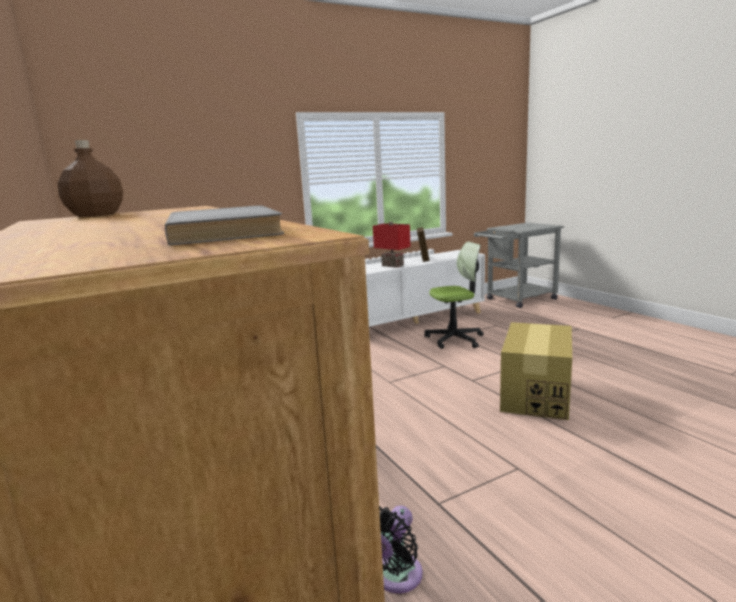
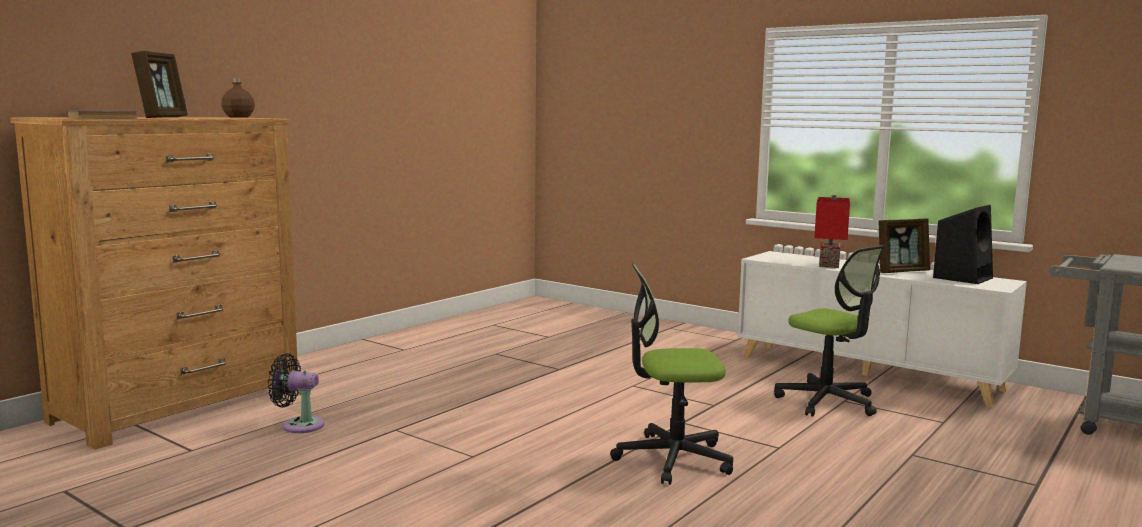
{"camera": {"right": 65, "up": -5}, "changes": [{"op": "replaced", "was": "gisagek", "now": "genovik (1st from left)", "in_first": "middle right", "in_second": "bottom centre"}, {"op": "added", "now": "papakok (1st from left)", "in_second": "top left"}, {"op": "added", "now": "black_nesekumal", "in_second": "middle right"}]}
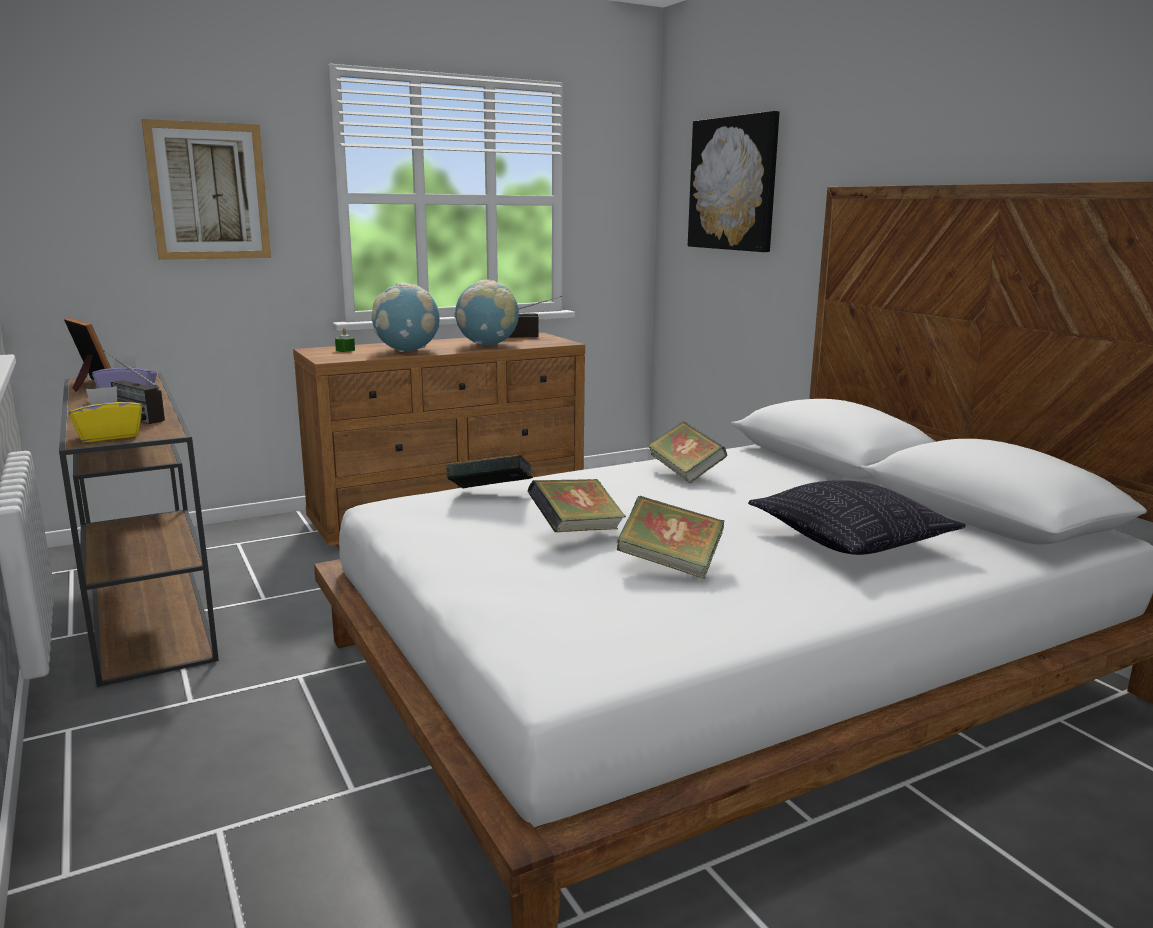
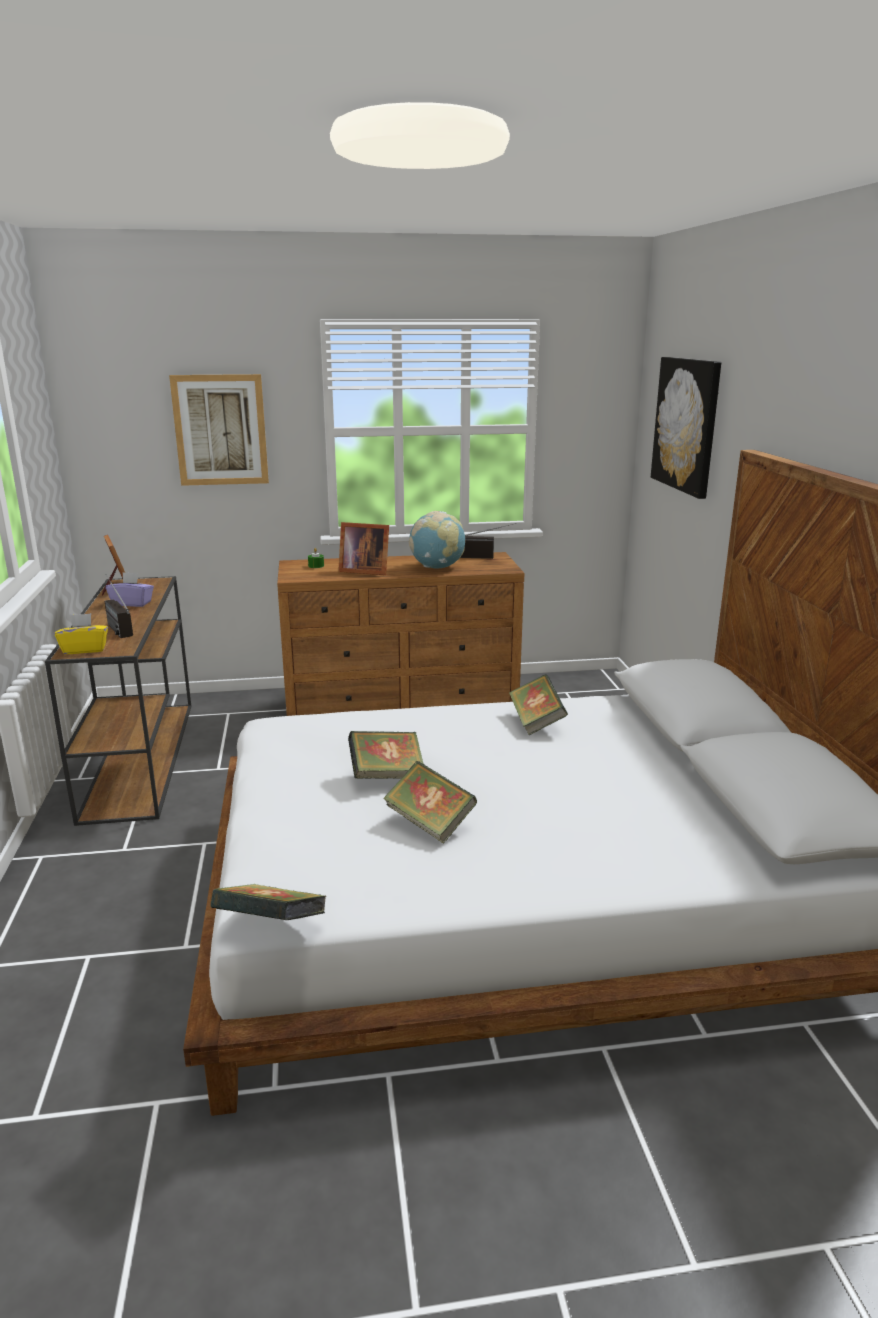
{"camera": {"right": 20, "up": 5}, "changes": [{"op": "replaced", "was": "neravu (1st from left)", "now": "papakok (2nd from left)", "in_first": "centre", "in_second": "centre"}, {"op": "moved", "was": "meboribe (1st from left)", "in_first": "centre", "in_second": "bottom left"}, {"op": "removed", "was": "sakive", "in_first": "middle right"}]}
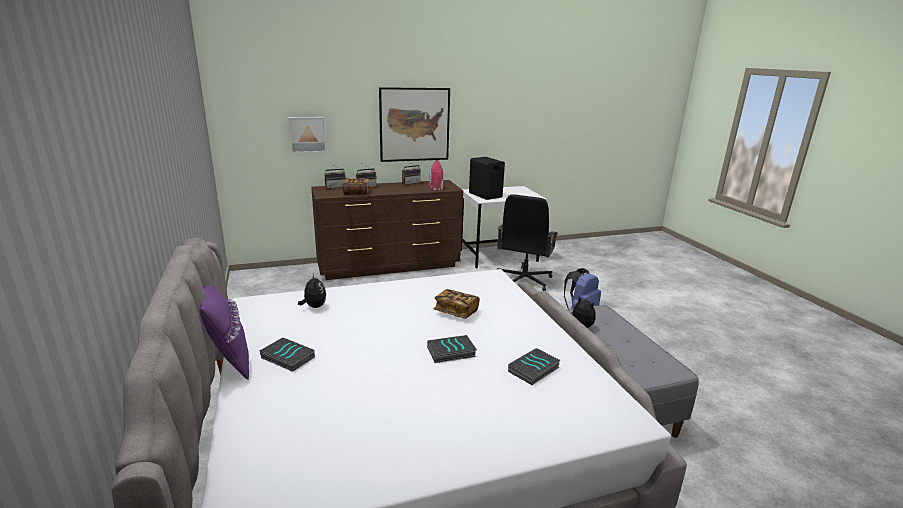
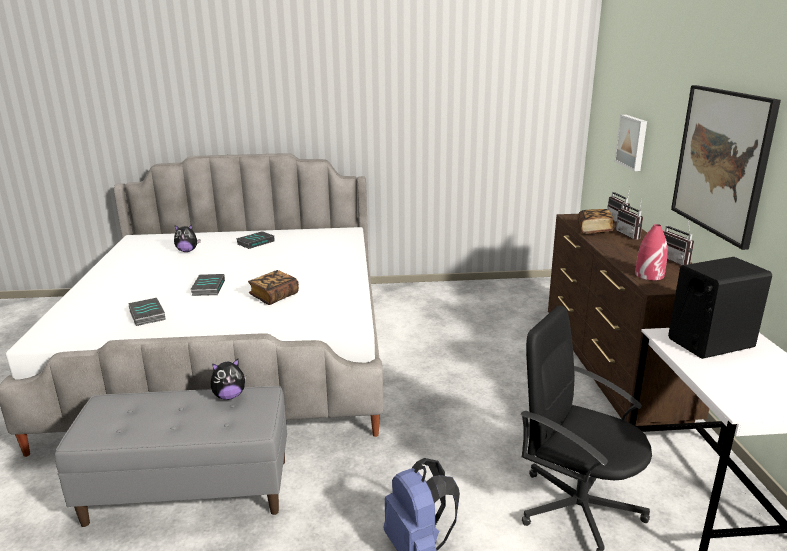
{"camera": {"right": 105, "up": 0}, "changes": [{"op": "removed", "was": "purple_sakive", "in_first": "middle left"}, {"op": "moved", "was": "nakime (1st from left)", "in_first": "centre", "in_second": "middle left"}]}
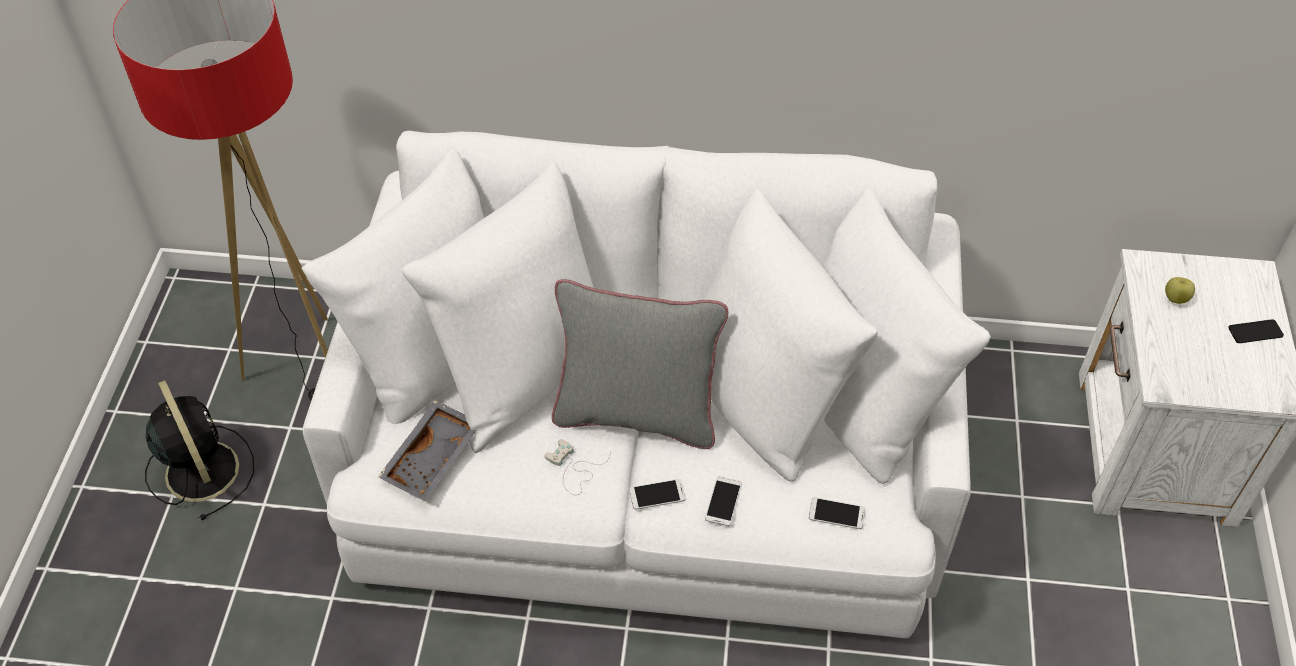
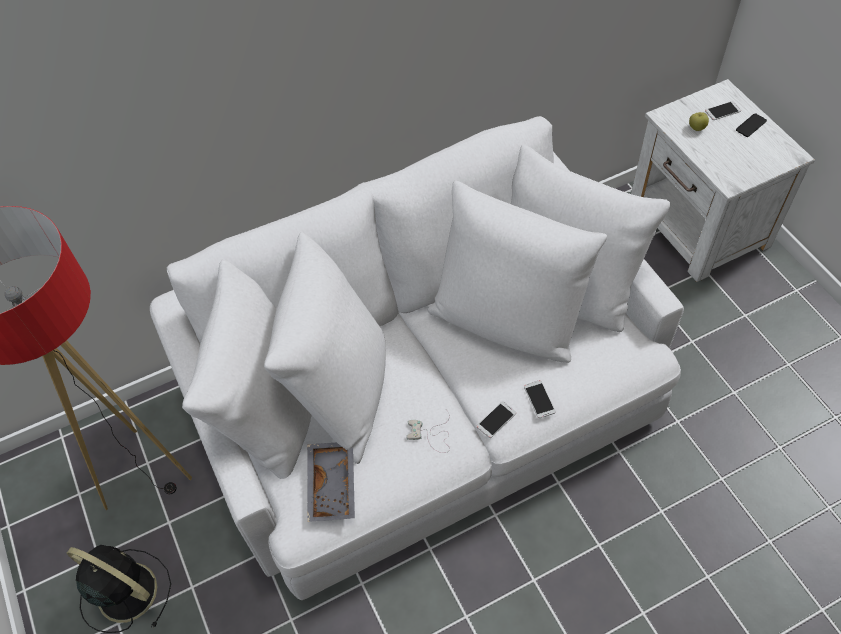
{"camera": {"right": -30, "up": 5}, "changes": [{"op": "removed", "was": "grey_sakive", "in_first": "centre"}, {"op": "moved", "was": "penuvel (3rd from left)", "in_first": "bottom centre", "in_second": "top right"}]}
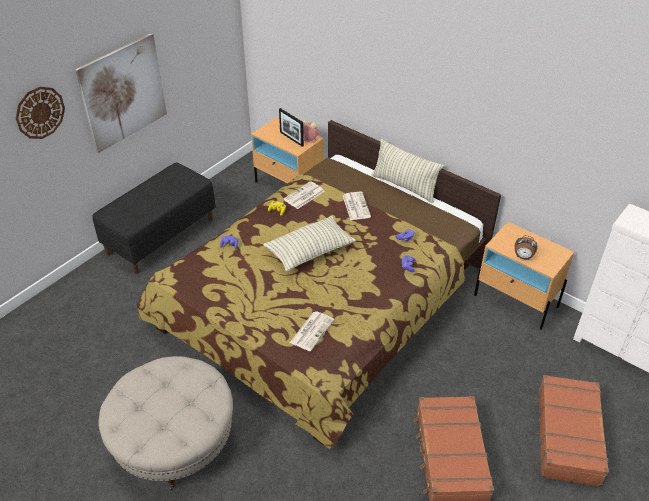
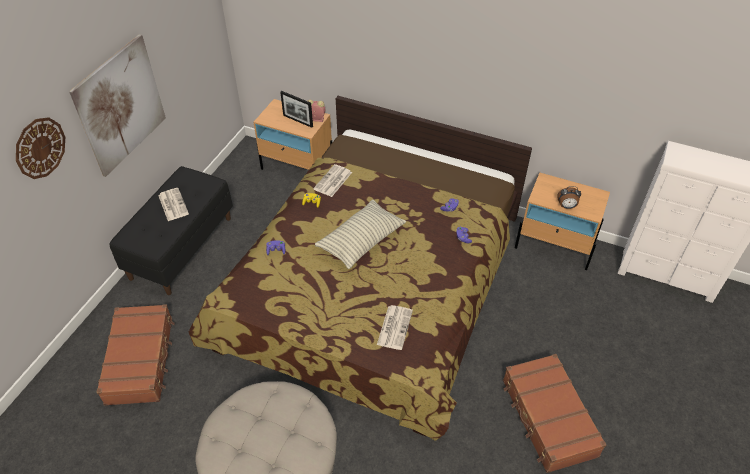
{"camera": {"right": -15, "up": 5}, "changes": [{"op": "moved", "was": "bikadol (3rd from left in the first image)", "now": "bikadol (1st from left)", "in_first": "centre", "in_second": "middle left"}, {"op": "removed", "was": "sakive (2nd from left)", "in_first": "centre"}, {"op": "moved", "was": "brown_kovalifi (2nd from left in the first image)", "now": "brown_kovalifi (1st from left)", "in_first": "bottom right", "in_second": "bottom left"}]}
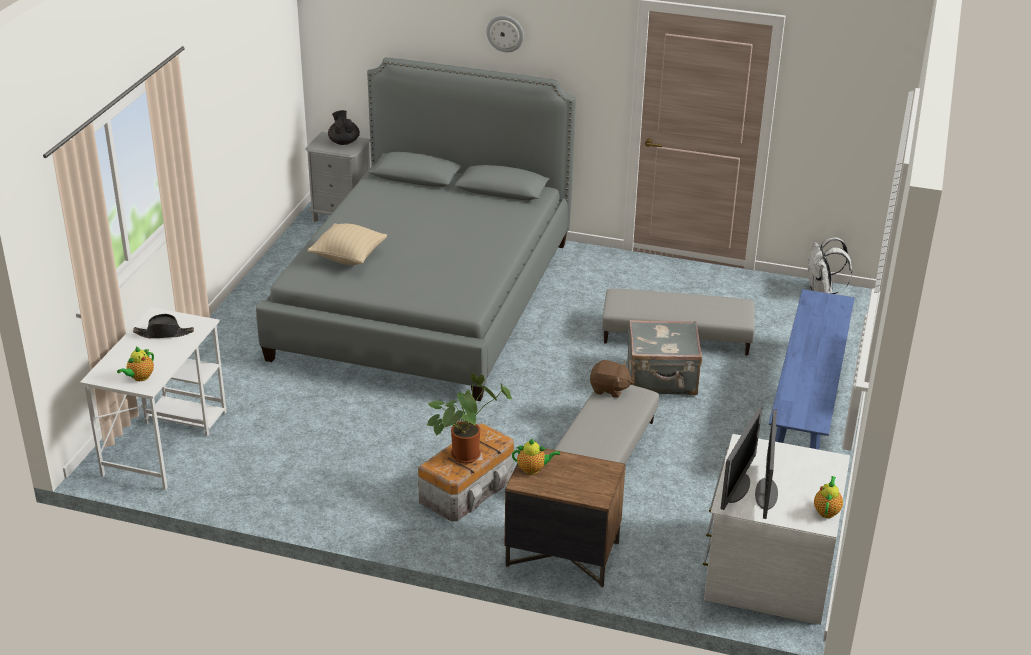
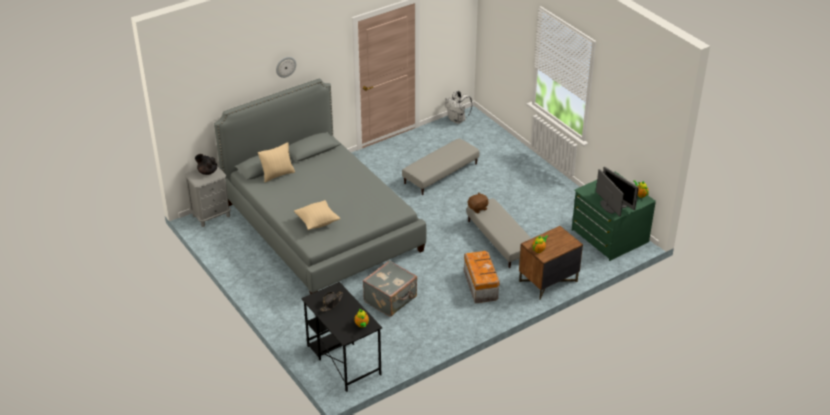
{"camera": {"right": -50, "up": 5}, "changes": [{"op": "recoloured", "was": "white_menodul", "now": "black_menodul", "in_first": "middle left", "in_second": "bottom centre"}, {"op": "removed", "was": "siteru", "in_first": "centre"}, {"op": "moved", "was": "grey_kovalifi", "in_first": "centre", "in_second": "bottom centre"}, {"op": "recoloured", "was": "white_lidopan", "now": "green_lidopan", "in_first": "bottom right", "in_second": "middle right"}, {"op": "removed", "was": "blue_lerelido", "in_first": "middle right"}, {"op": "added", "now": "beige_sakive (1st from left)", "in_second": "middle left"}]}
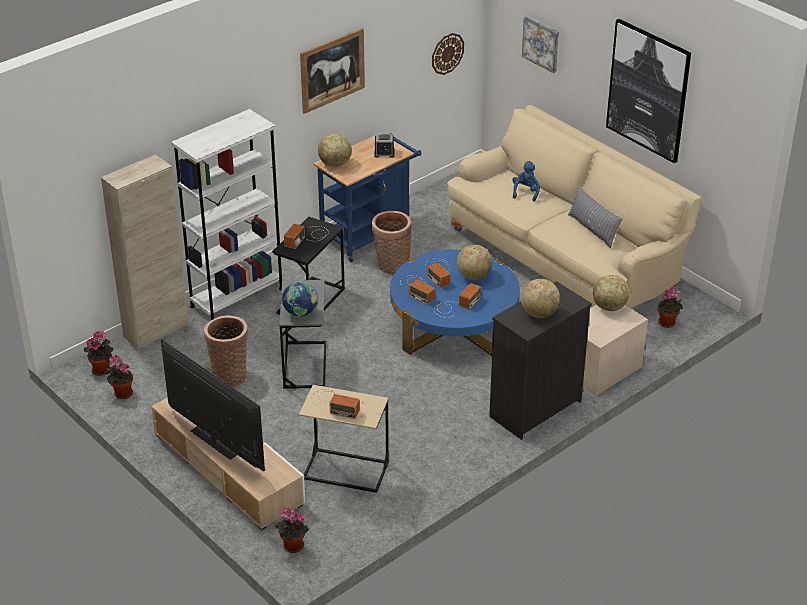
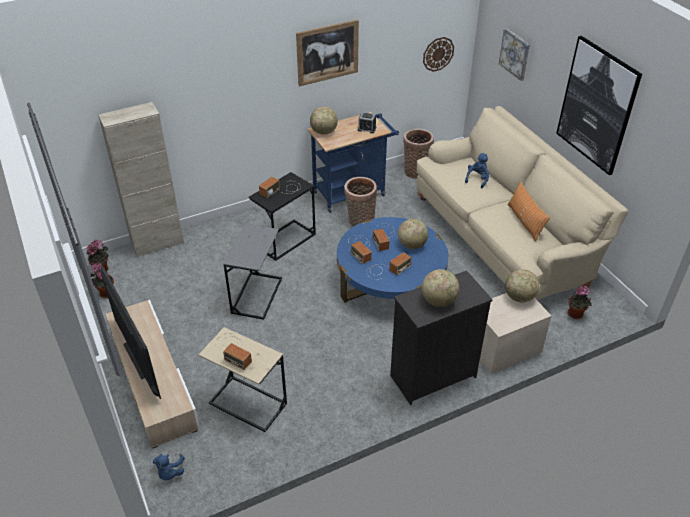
{"camera": {"right": 15, "up": 5}, "changes": [{"op": "removed", "was": "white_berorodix", "in_first": "middle left"}, {"op": "moved", "was": "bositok (1st from left in the first image)", "now": "bositok (2nd from left)", "in_first": "middle left", "in_second": "top centre"}, {"op": "replaced", "was": "siteru (3rd from left)", "now": "blue_nakime (1st from left)", "in_first": "bottom centre", "in_second": "bottom left"}, {"op": "removed", "was": "neravu (1st from left)", "in_first": "centre"}, {"op": "recoloured", "was": "grey_sakive", "now": "orange_sakive", "in_first": "middle right", "in_second": "middle right"}]}
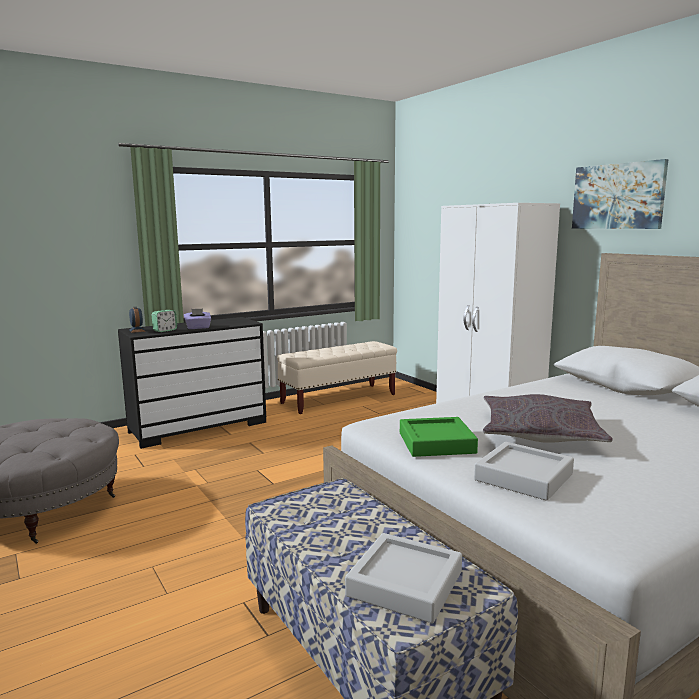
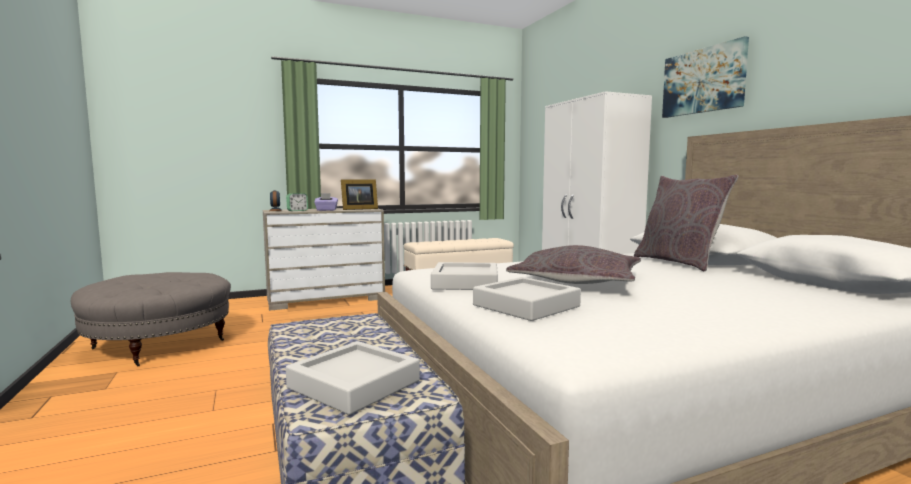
{"camera": {"right": 10, "up": -5}, "changes": [{"op": "recoloured", "was": "black_lidopan", "now": "beige_lidopan", "in_first": "middle left", "in_second": "centre"}, {"op": "recoloured", "was": "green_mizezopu", "now": "grey_mizezopu (2nd from left)", "in_first": "centre", "in_second": "centre"}, {"op": "added", "now": "papakok", "in_second": "centre"}, {"op": "added", "now": "grey_sakive (2nd from left)", "in_second": "middle right"}]}
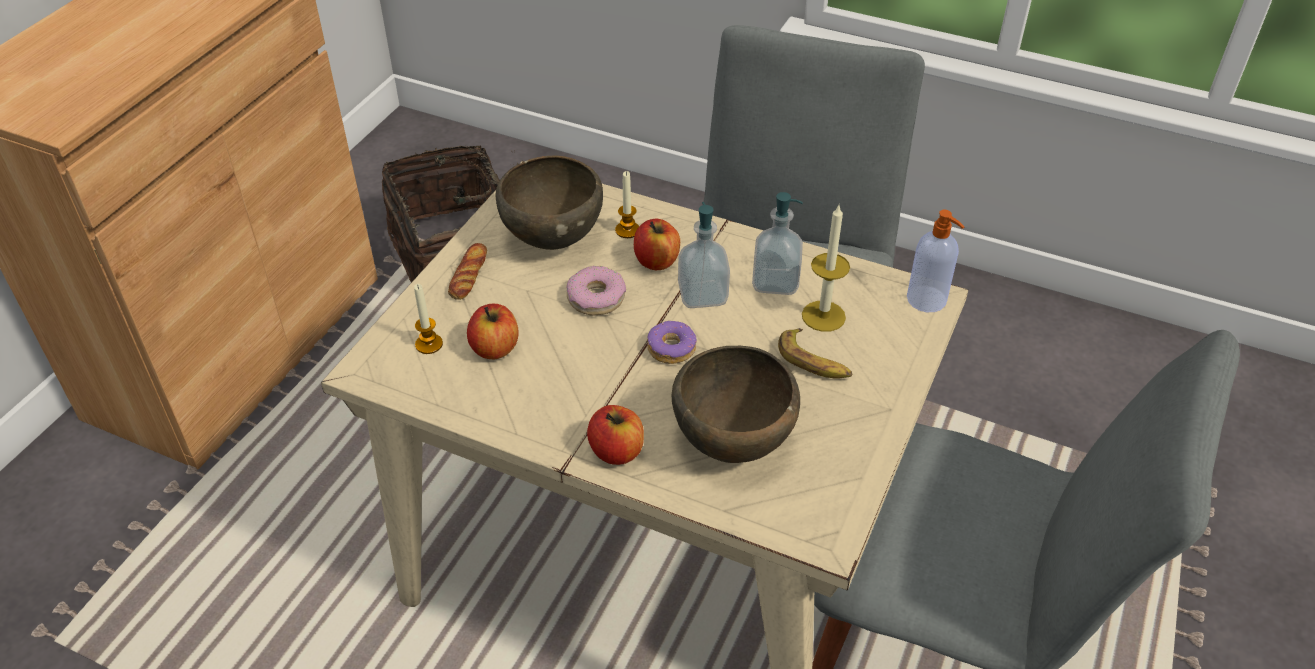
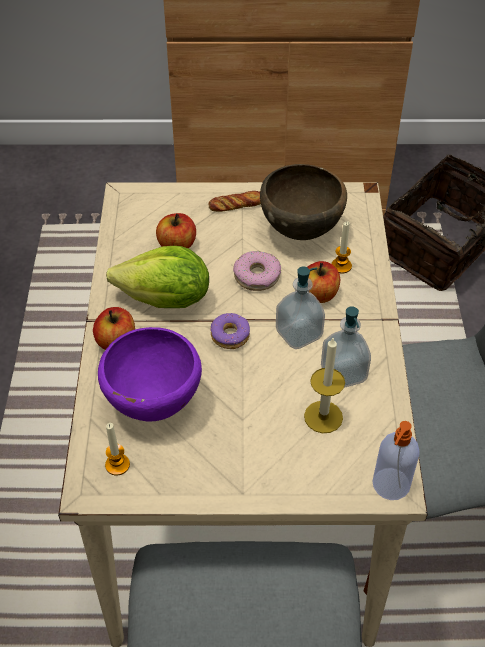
{"camera": {"right": 65, "up": 5}, "changes": [{"op": "moved", "was": "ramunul (1st from left)", "in_first": "middle left", "in_second": "bottom left"}, {"op": "recoloured", "was": "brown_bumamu (2nd from left)", "now": "purple_bumamu", "in_first": "centre", "in_second": "middle left"}, {"op": "removed", "was": "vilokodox", "in_first": "centre"}, {"op": "added", "now": "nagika", "in_second": "middle left"}]}
